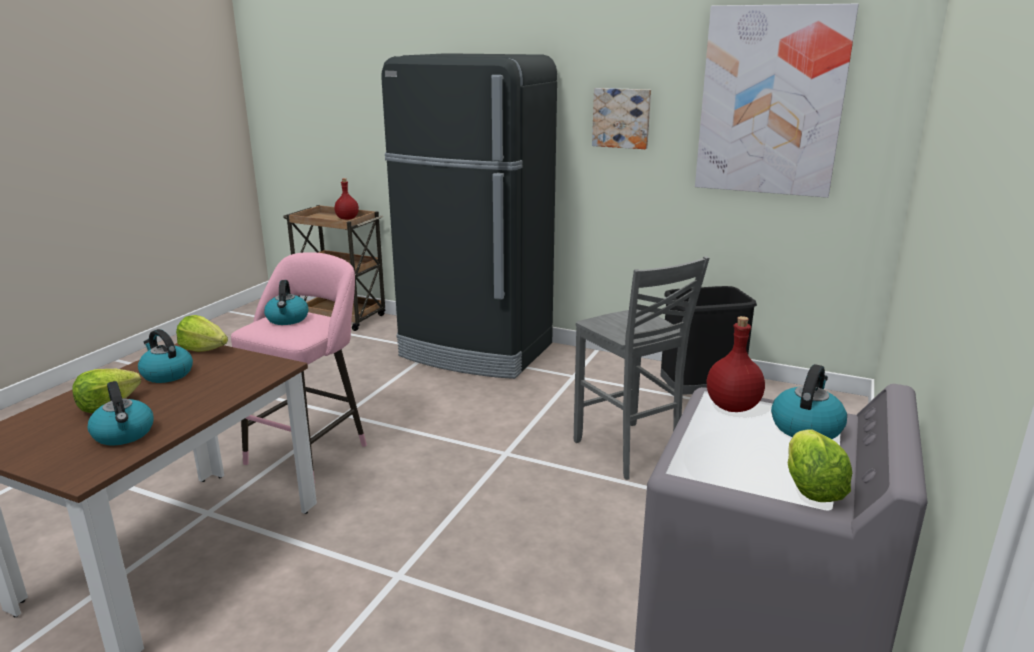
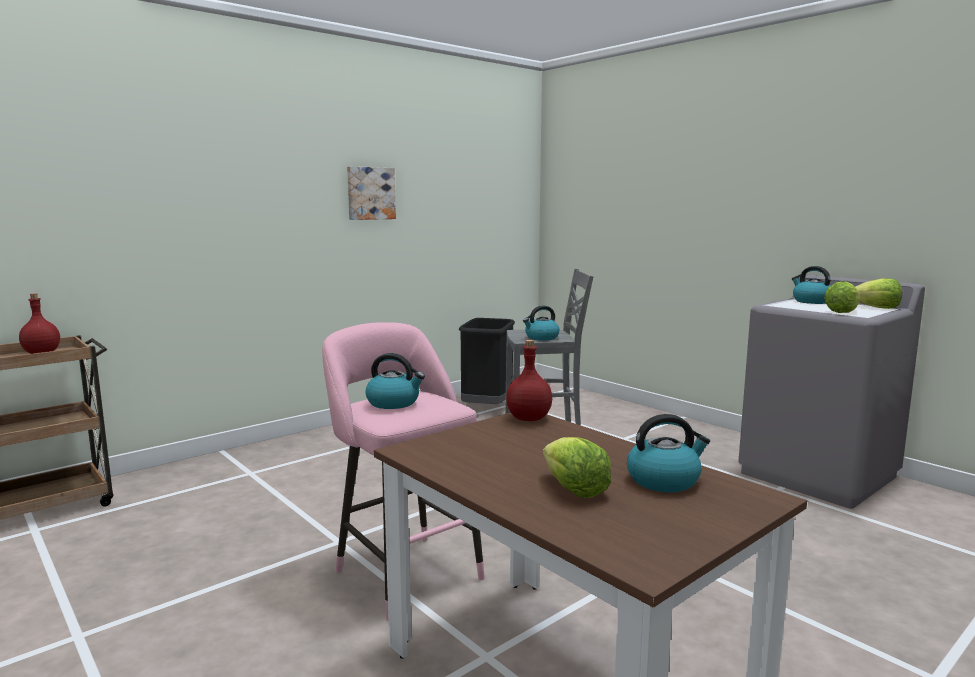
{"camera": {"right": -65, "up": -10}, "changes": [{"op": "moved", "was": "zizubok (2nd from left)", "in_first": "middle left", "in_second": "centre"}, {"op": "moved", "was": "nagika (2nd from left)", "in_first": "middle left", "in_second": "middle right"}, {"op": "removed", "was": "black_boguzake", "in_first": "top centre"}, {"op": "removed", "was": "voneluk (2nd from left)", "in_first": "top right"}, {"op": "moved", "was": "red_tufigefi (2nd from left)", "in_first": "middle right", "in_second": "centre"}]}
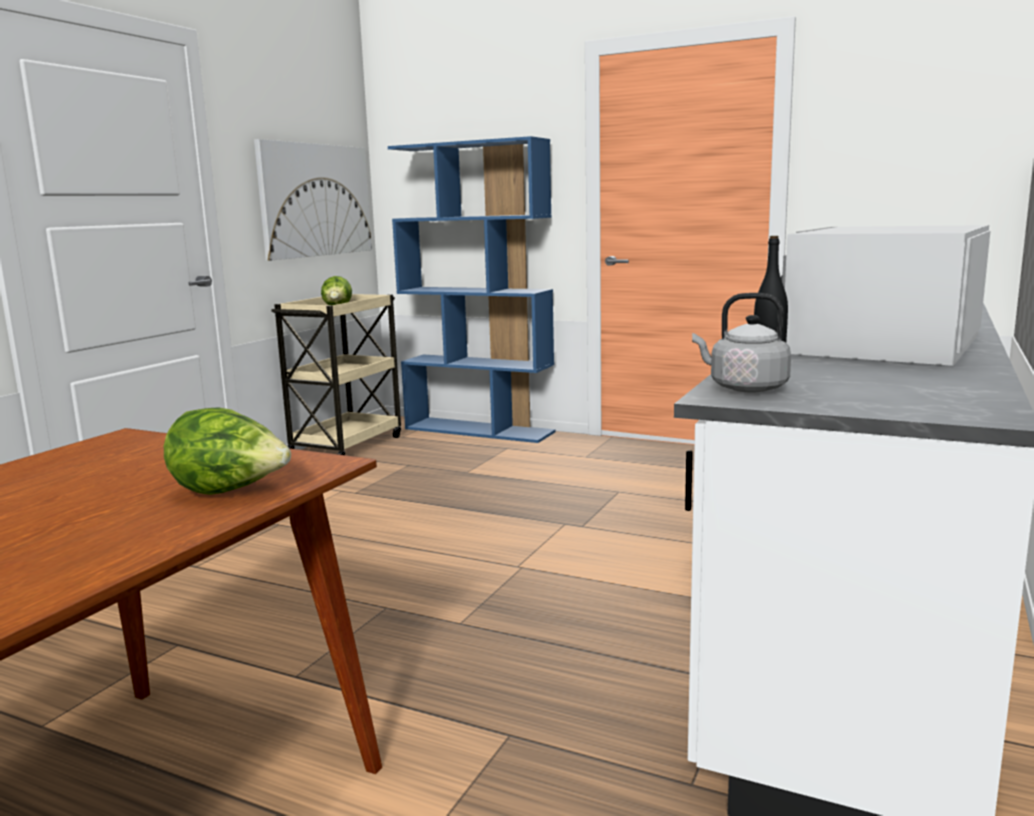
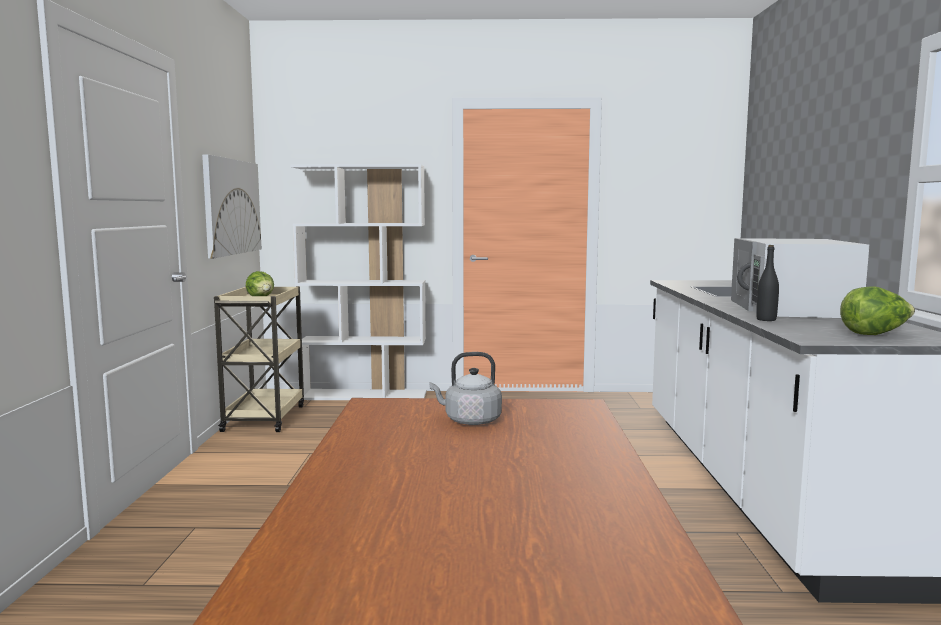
{"camera": {"right": -25, "up": -5}, "changes": [{"op": "moved", "was": "nagika (1st from left in the first image)", "now": "nagika (2nd from left)", "in_first": "middle left", "in_second": "middle right"}, {"op": "recoloured", "was": "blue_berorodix", "now": "white_berorodix", "in_first": "centre", "in_second": "centre"}, {"op": "moved", "was": "grey_zizubok", "in_first": "middle right", "in_second": "centre"}]}
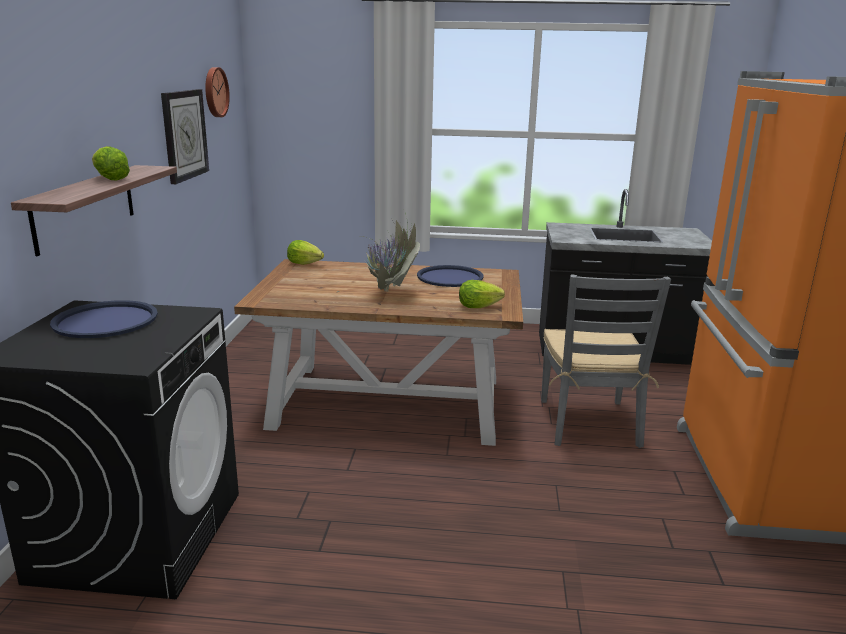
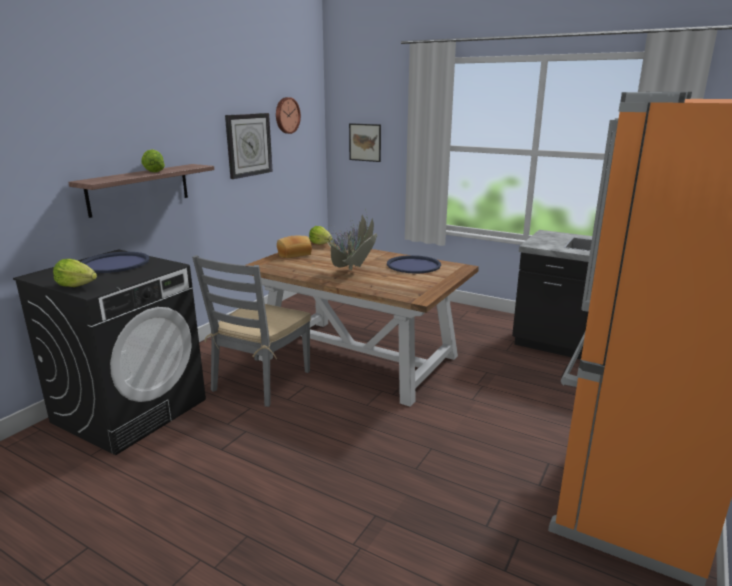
{"camera": {"right": 25, "up": 0}, "changes": [{"op": "moved", "was": "nagika (3rd from left in the first image)", "now": "nagika (1st from left)", "in_first": "centre", "in_second": "middle left"}, {"op": "moved", "was": "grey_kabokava", "in_first": "middle right", "in_second": "centre"}, {"op": "added", "now": "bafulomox", "in_second": "centre"}, {"op": "added", "now": "voneluk", "in_second": "top centre"}]}
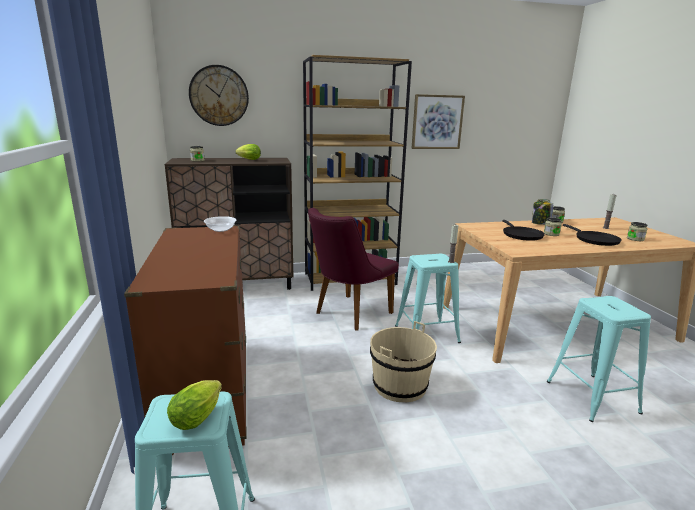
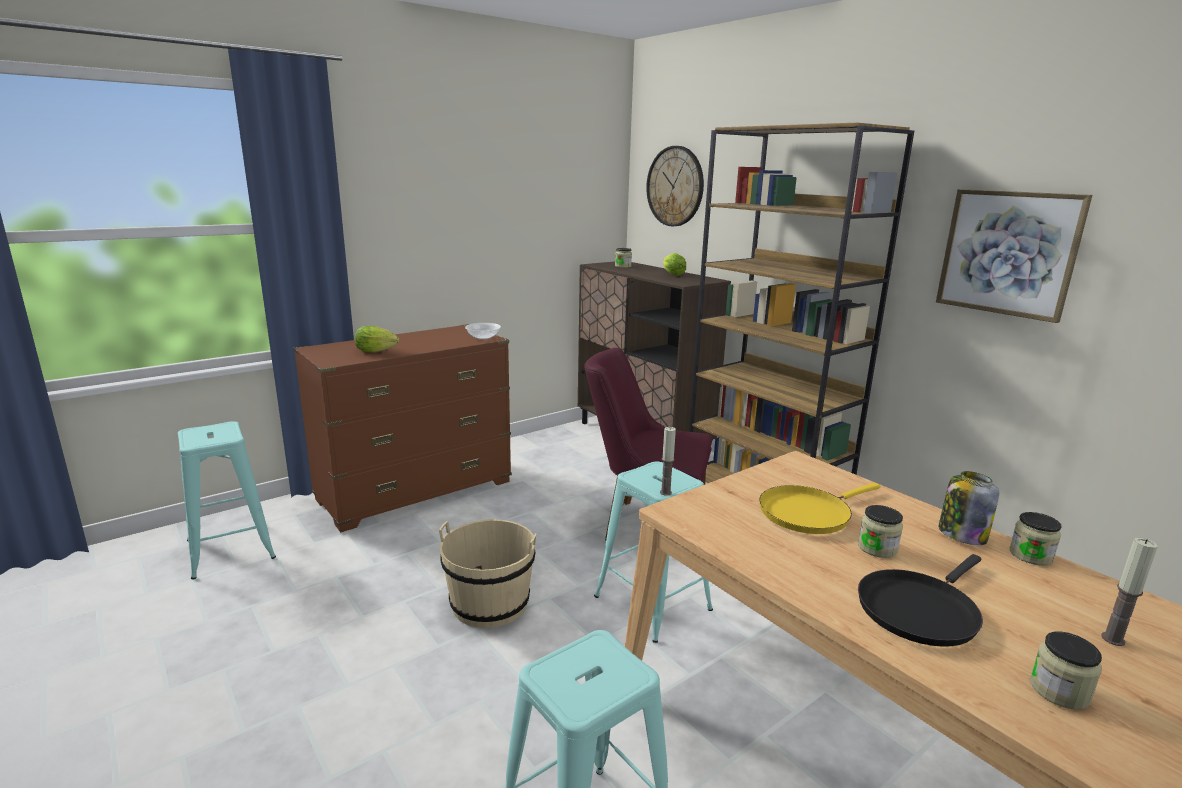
{"camera": {"right": 65, "up": 0}, "changes": [{"op": "moved", "was": "nagika (1st from left)", "in_first": "bottom left", "in_second": "middle left"}, {"op": "recoloured", "was": "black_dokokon (1st from left)", "now": "yellow_dokokon", "in_first": "middle right", "in_second": "middle right"}]}
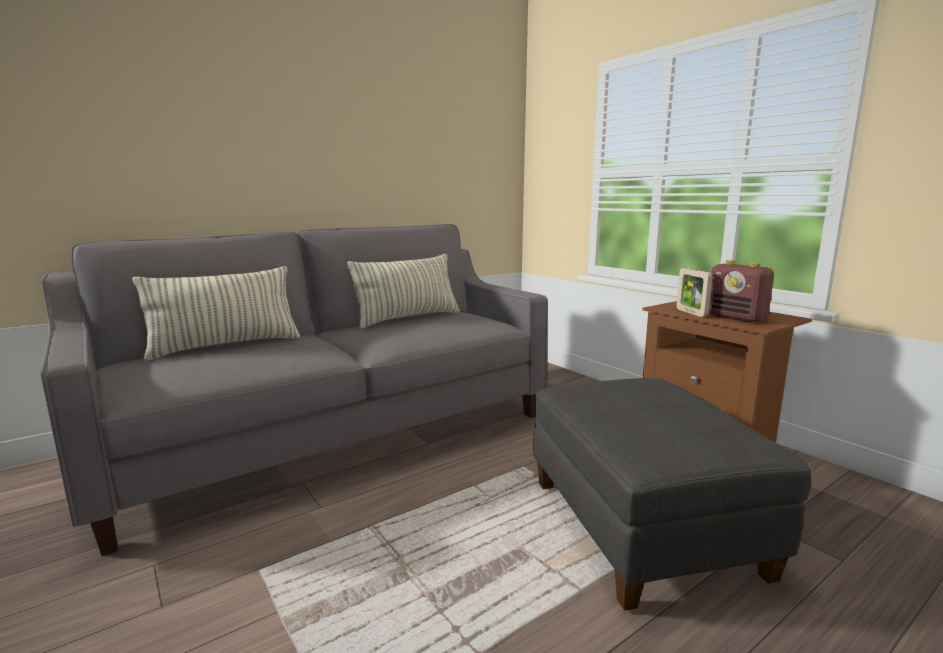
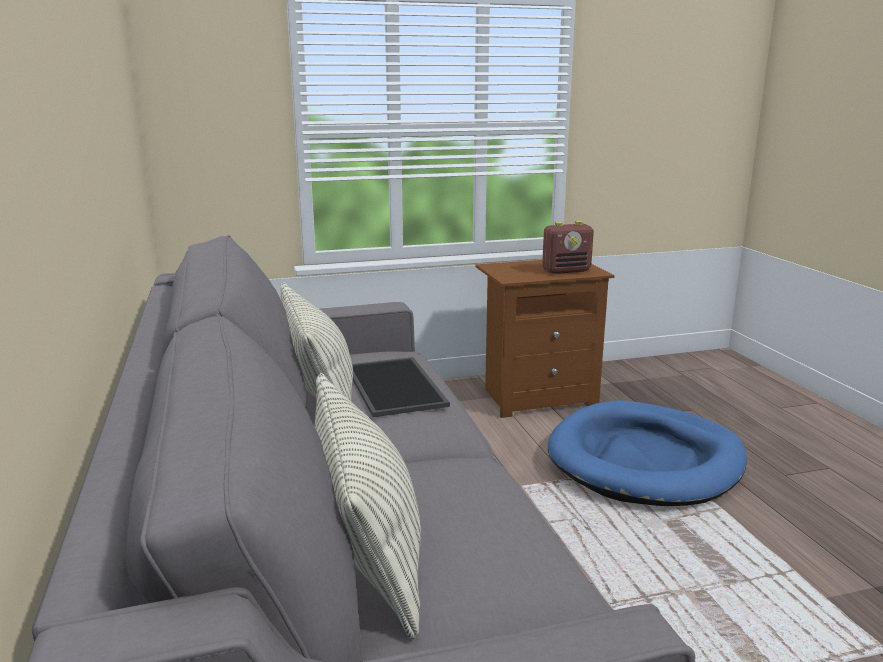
{"camera": {"right": -70, "up": 5}, "changes": [{"op": "replaced", "was": "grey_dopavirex", "now": "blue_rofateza", "in_first": "bottom right", "in_second": "bottom right"}, {"op": "removed", "was": "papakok", "in_first": "middle right"}, {"op": "added", "now": "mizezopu", "in_second": "centre"}]}
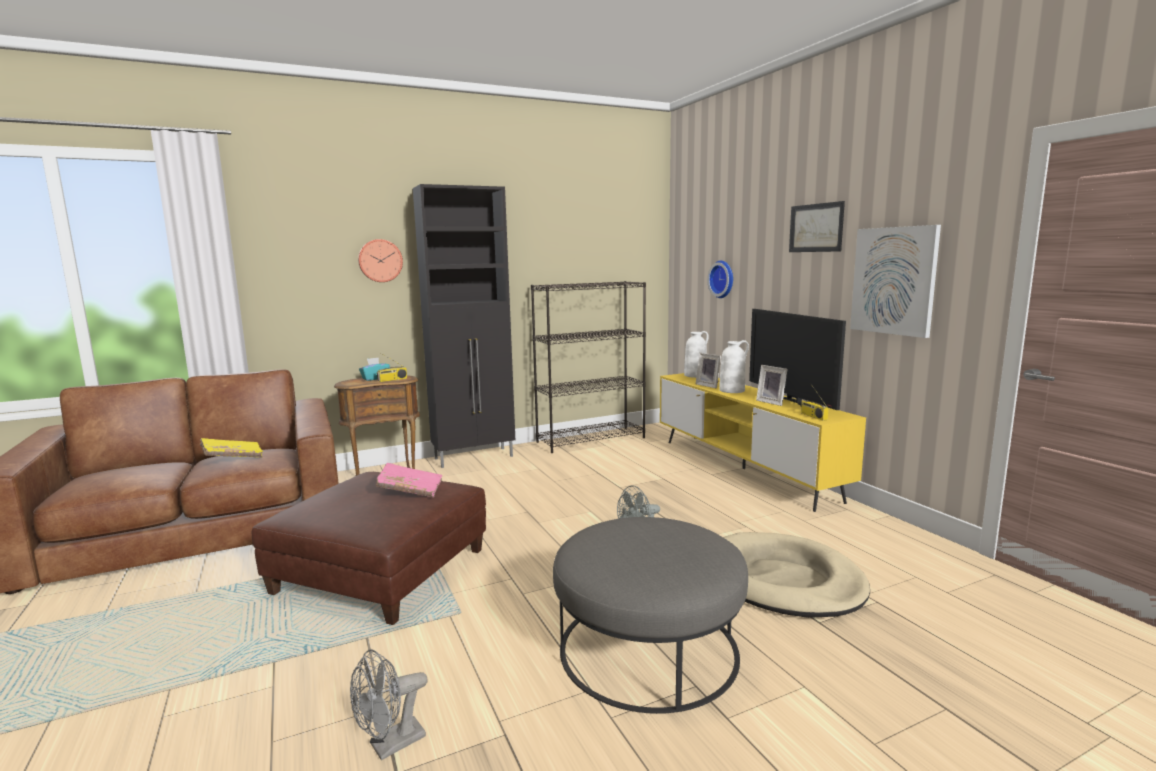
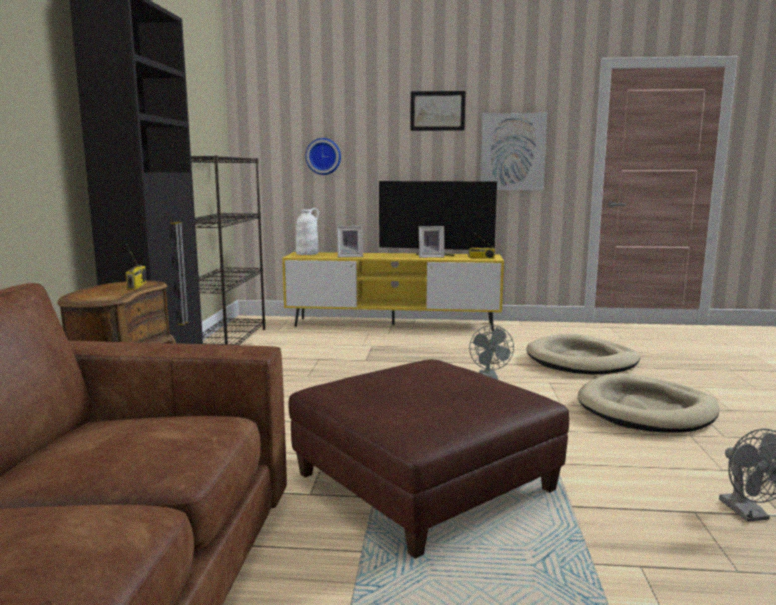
{"camera": {"right": -60, "up": 0}, "changes": [{"op": "removed", "was": "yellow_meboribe", "in_first": "middle left"}, {"op": "removed", "was": "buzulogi (1st from left)", "in_first": "middle left"}, {"op": "removed", "was": "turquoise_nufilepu", "in_first": "middle left"}, {"op": "removed", "was": "pink_meboribe", "in_first": "centre"}, {"op": "replaced", "was": "grey_dopavirex", "now": "beige_rofateza (2nd from left)", "in_first": "bottom centre", "in_second": "middle right"}, {"op": "removed", "was": "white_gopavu (2nd from left)", "in_first": "centre"}]}
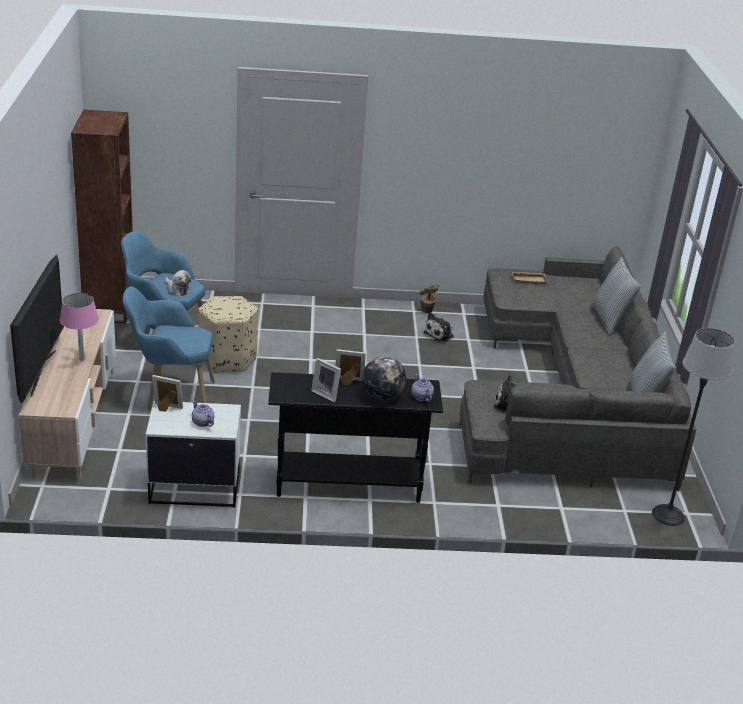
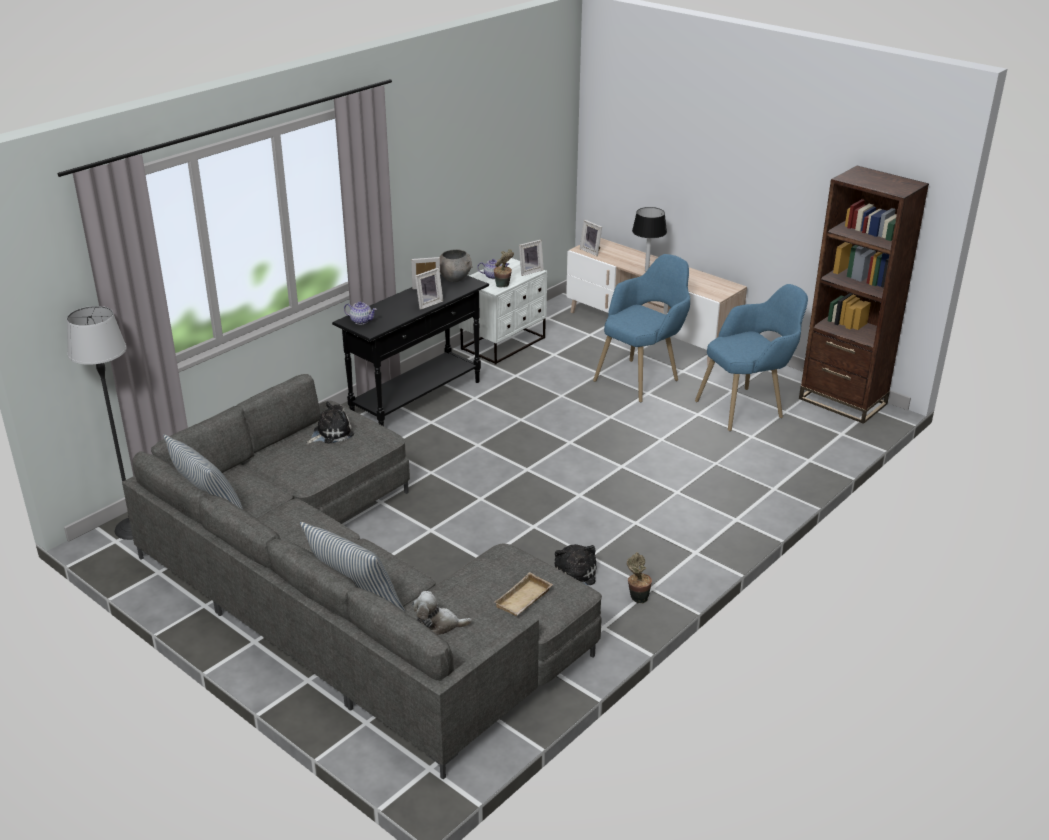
{"camera": {"right": 135, "up": 0}, "changes": [{"op": "removed", "was": "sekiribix", "in_first": "middle left"}, {"op": "recoloured", "was": "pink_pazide", "now": "black_pazide", "in_first": "middle left", "in_second": "top centre"}, {"op": "moved", "was": "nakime (1st from left in the first image)", "now": "nakime (2nd from left)", "in_first": "middle left", "in_second": "bottom centre"}, {"op": "removed", "was": "beige_dopavirex", "in_first": "middle left"}, {"op": "removed", "was": "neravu", "in_first": "centre"}, {"op": "added", "now": "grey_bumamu", "in_second": "top centre"}, {"op": "added", "now": "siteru (1st from left)", "in_second": "top centre"}, {"op": "added", "now": "papakok (4th from left)", "in_second": "top centre"}]}
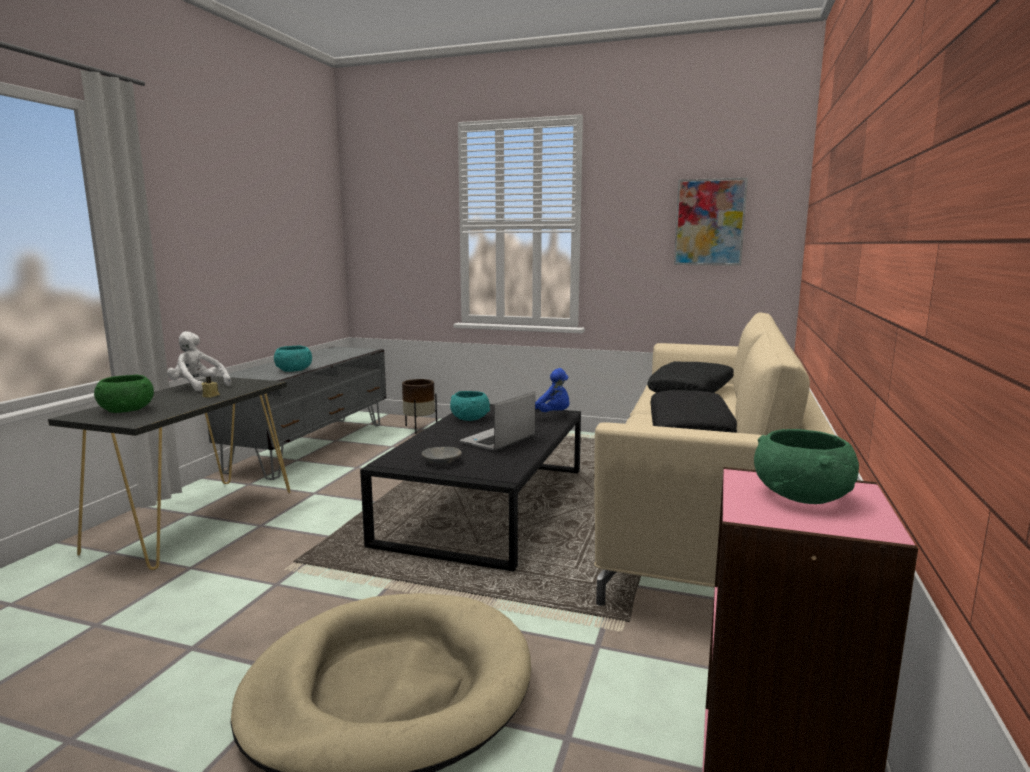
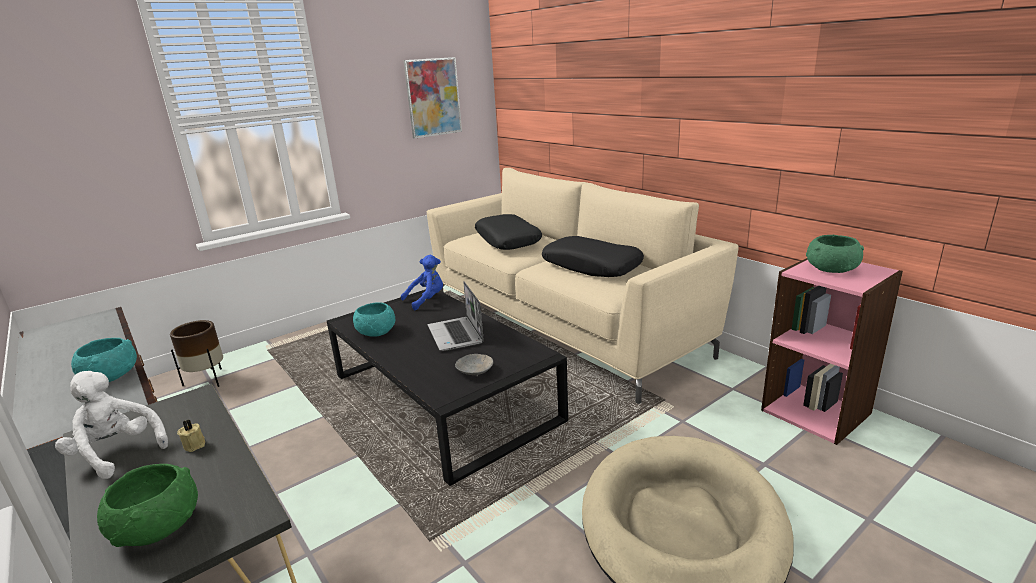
{"camera": {"right": -55, "up": 10}, "changes": [{"op": "turned", "was": "white_nakime", "in_first": "middle left", "in_second": "bottom left", "clockwise": 60}]}
